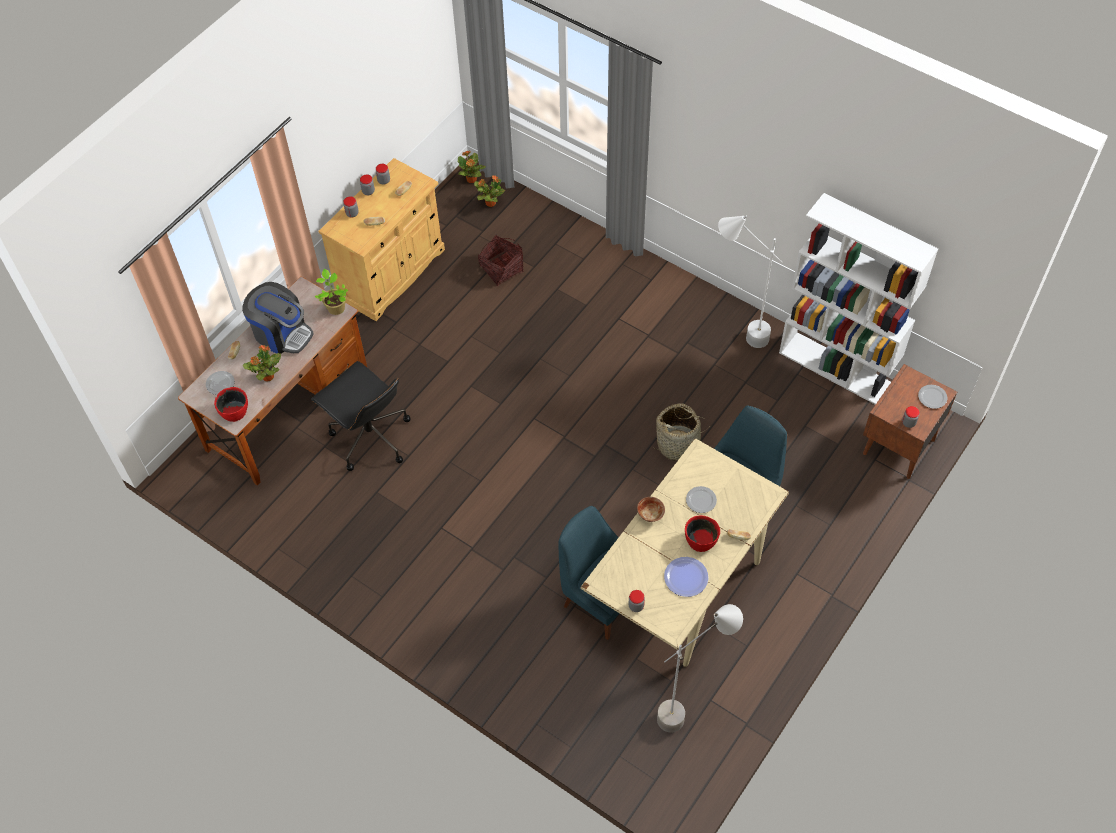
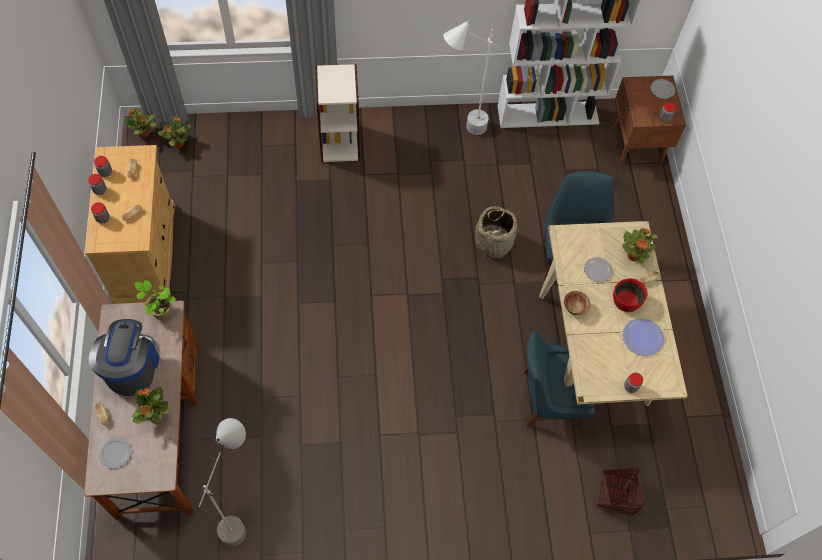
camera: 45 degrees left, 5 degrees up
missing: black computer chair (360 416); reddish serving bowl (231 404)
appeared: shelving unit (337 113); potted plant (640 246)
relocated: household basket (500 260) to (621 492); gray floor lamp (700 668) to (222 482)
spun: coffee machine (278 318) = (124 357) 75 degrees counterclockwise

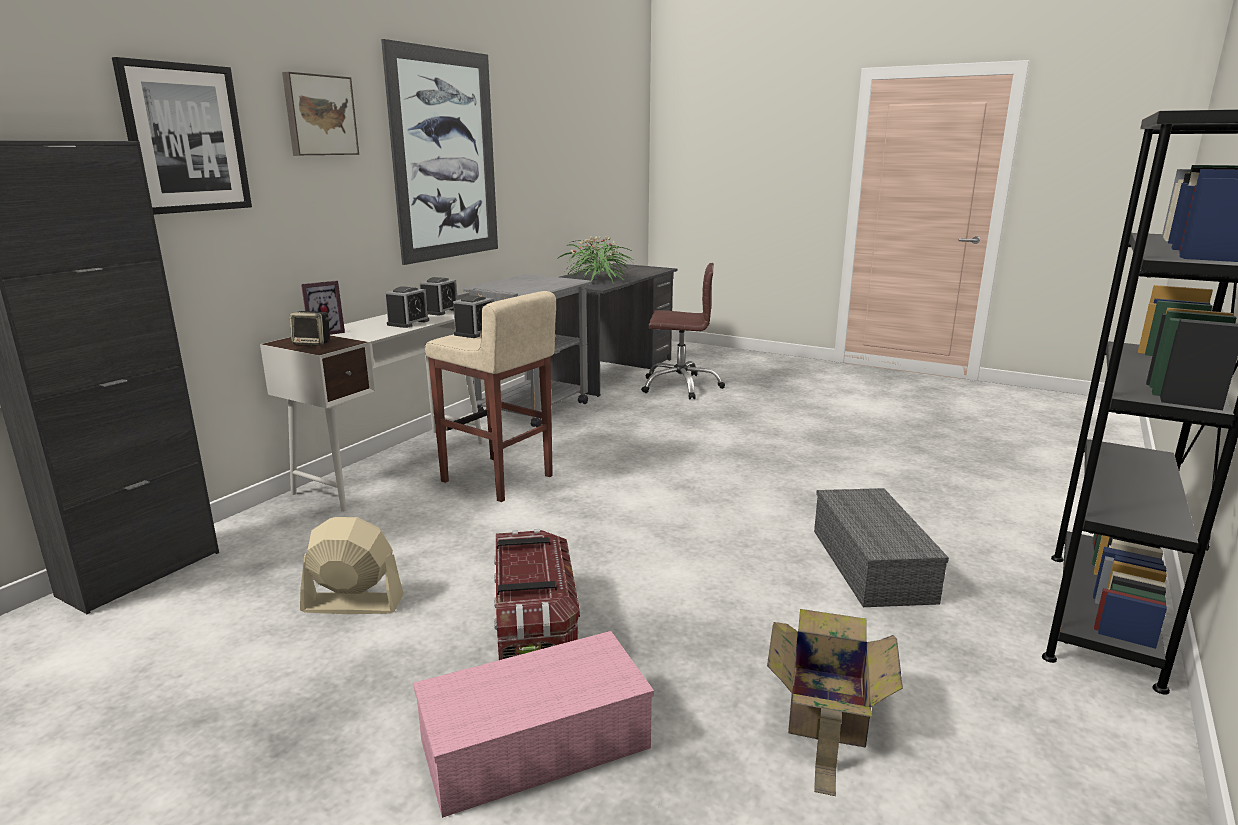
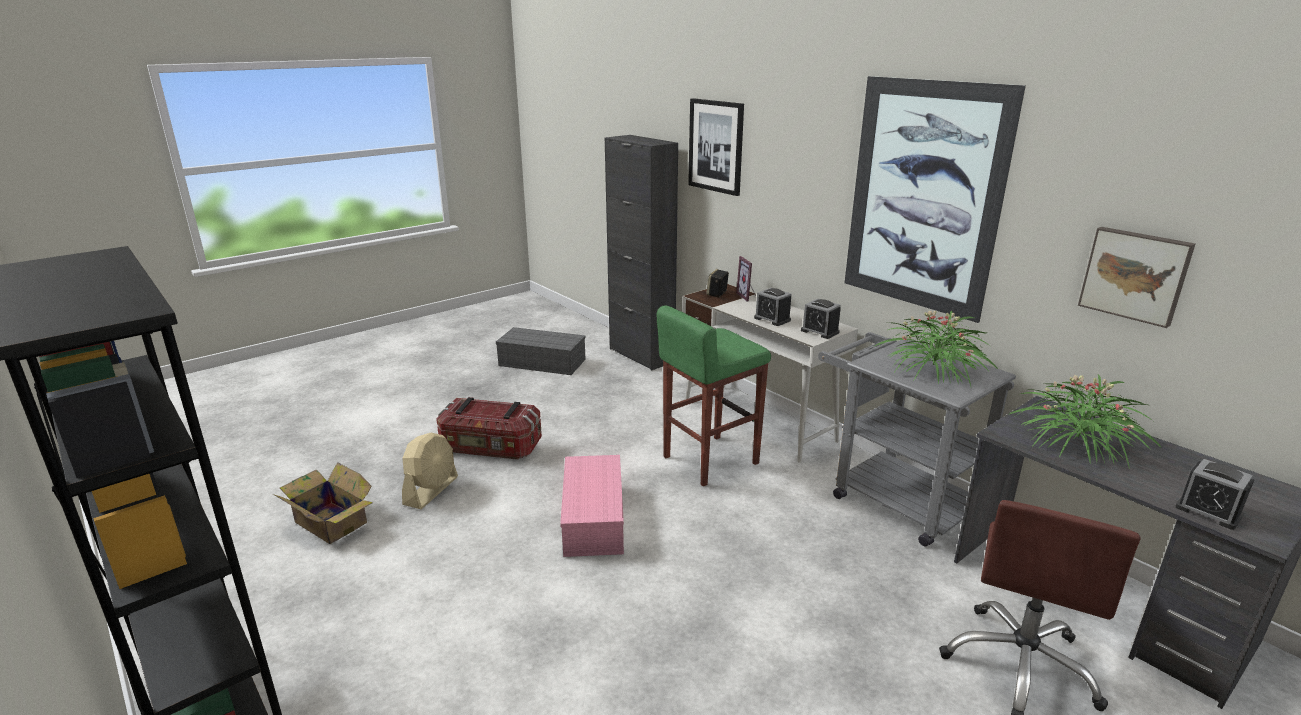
camera: 110 degrees right, 5 degrees up
appeared: potted plant (936 348)
relocated: wall art (320 113) to (1136 277); alarm clock (473 316) to (1214 494); gray storage box (881 547) to (541 351); sand-coloured electric fan (352 565) to (430 471); pinkish storage box (533 724) to (592 506)
colour: sand-coloured stool seat (490 396) to greenish stool seat (714 395)

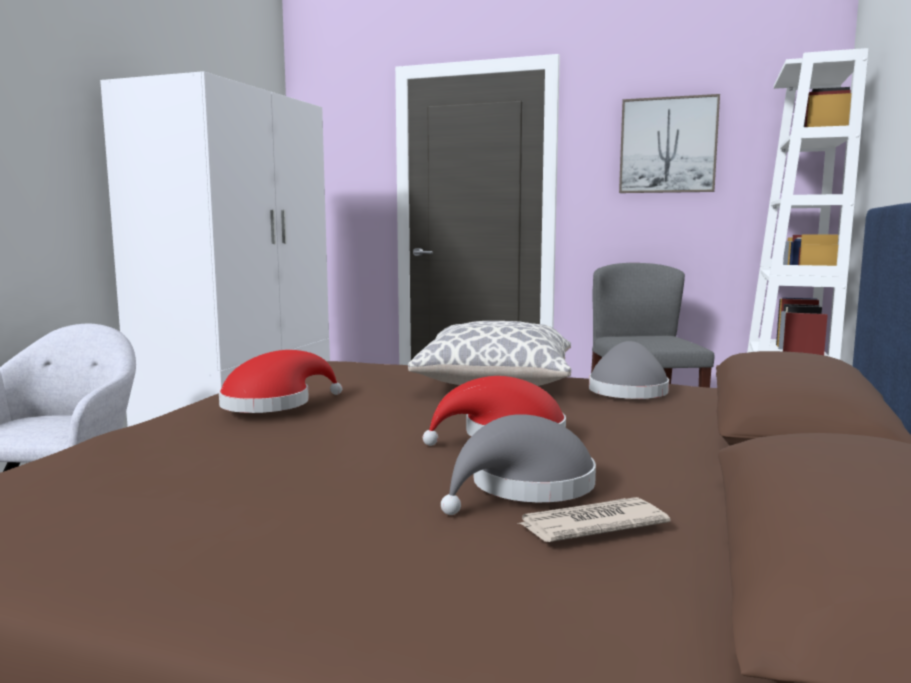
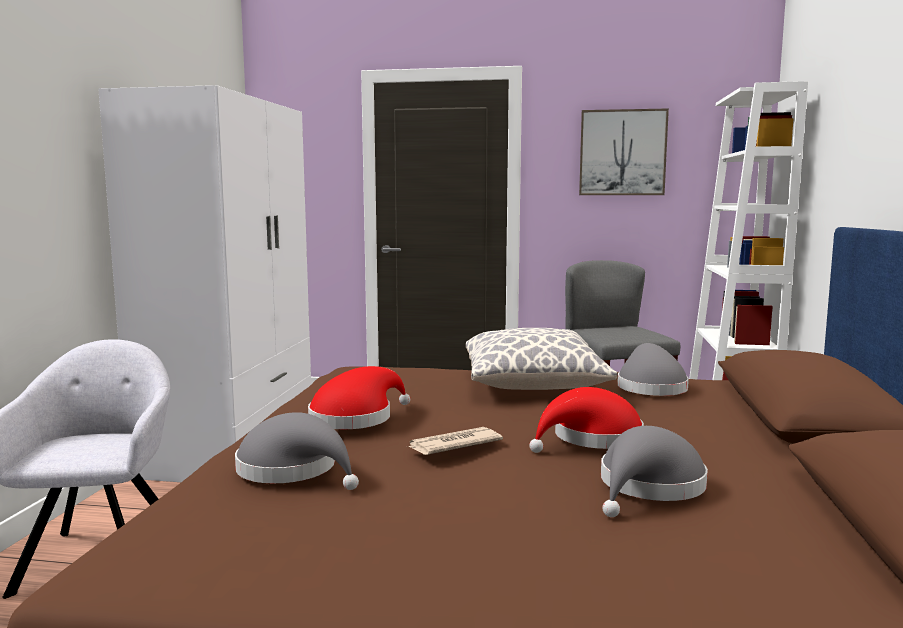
camera: 10 degrees left, 0 degrees up
appeared: gray wearable hat (297 451)
relocated: printed paper (593 519) to (455 441)

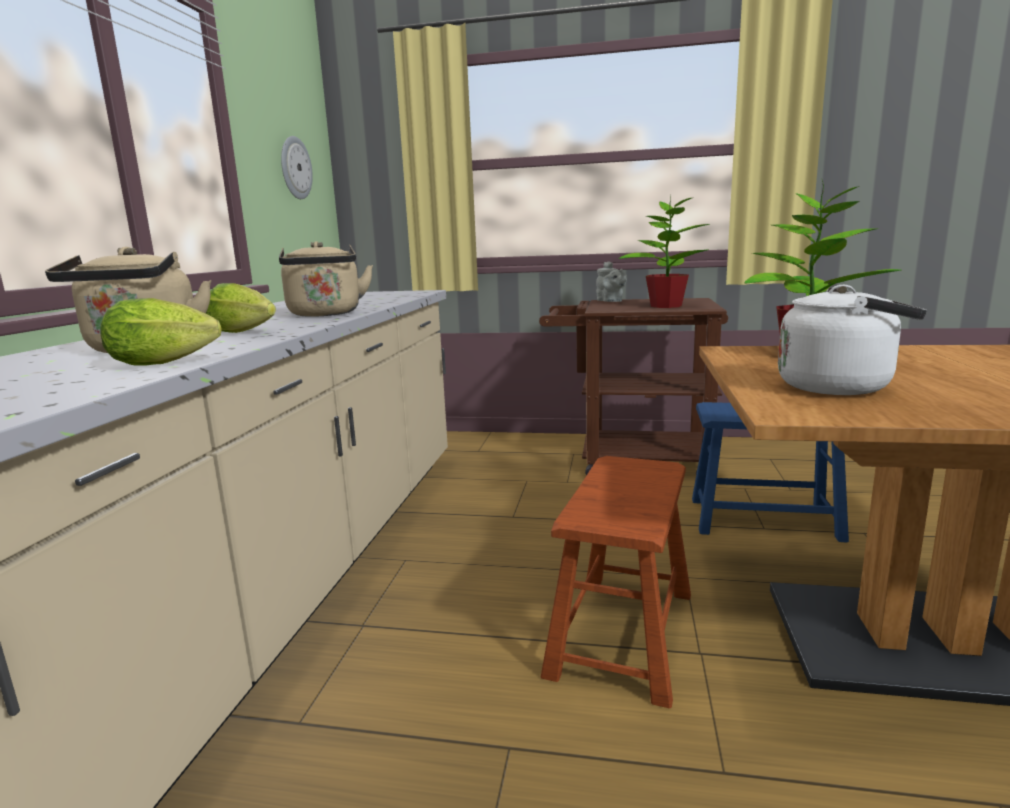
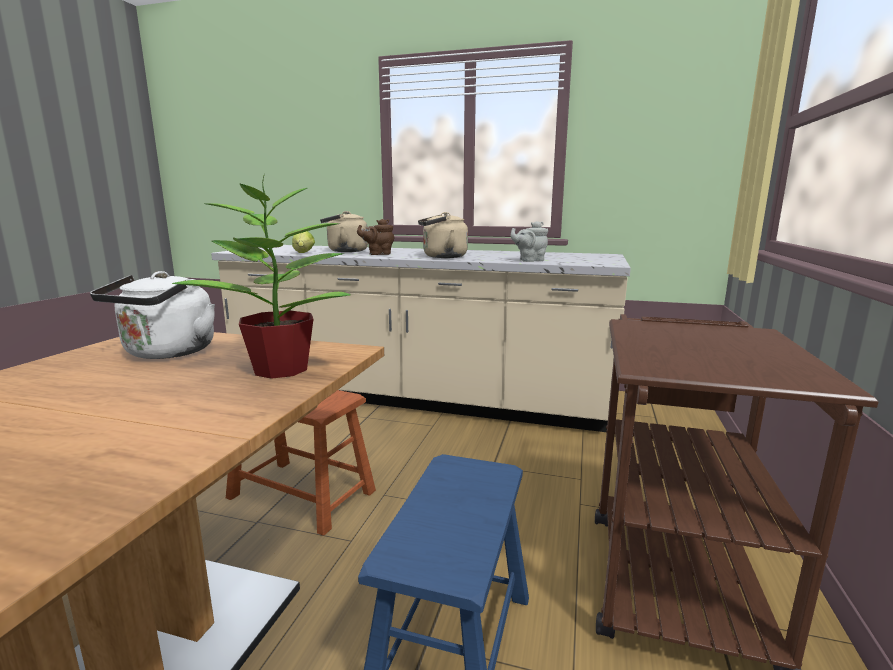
camera: 95 degrees right, 0 degrees up
missing: wall clock (297 167); potted plant (664 252)
relocated: gray teapot (611 281) to (529 241)
exchanged: lettuce head (241 308) to brownish teapot (375 237)

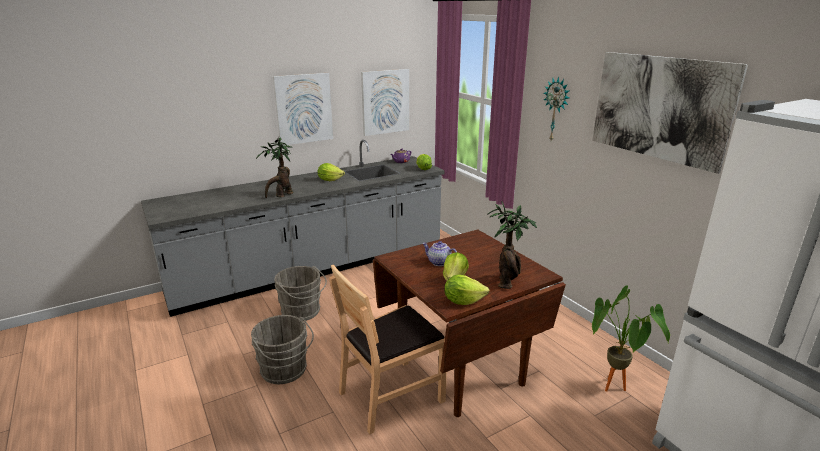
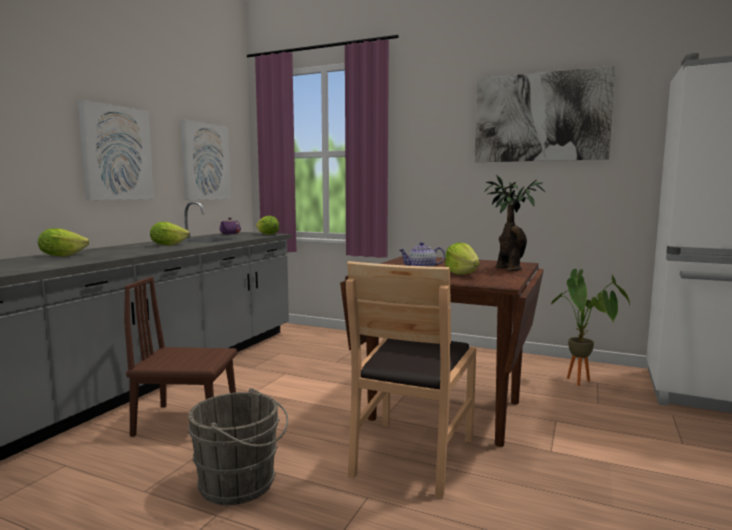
camera: 35 degrees left, 15 degrees down
missing: wall clock (557 108); potted plant (274 167)
relocated: lettuce head (466 290) to (64 242)
exchanged: gray water bucket (300 293) to brownish upright chair (180 357)

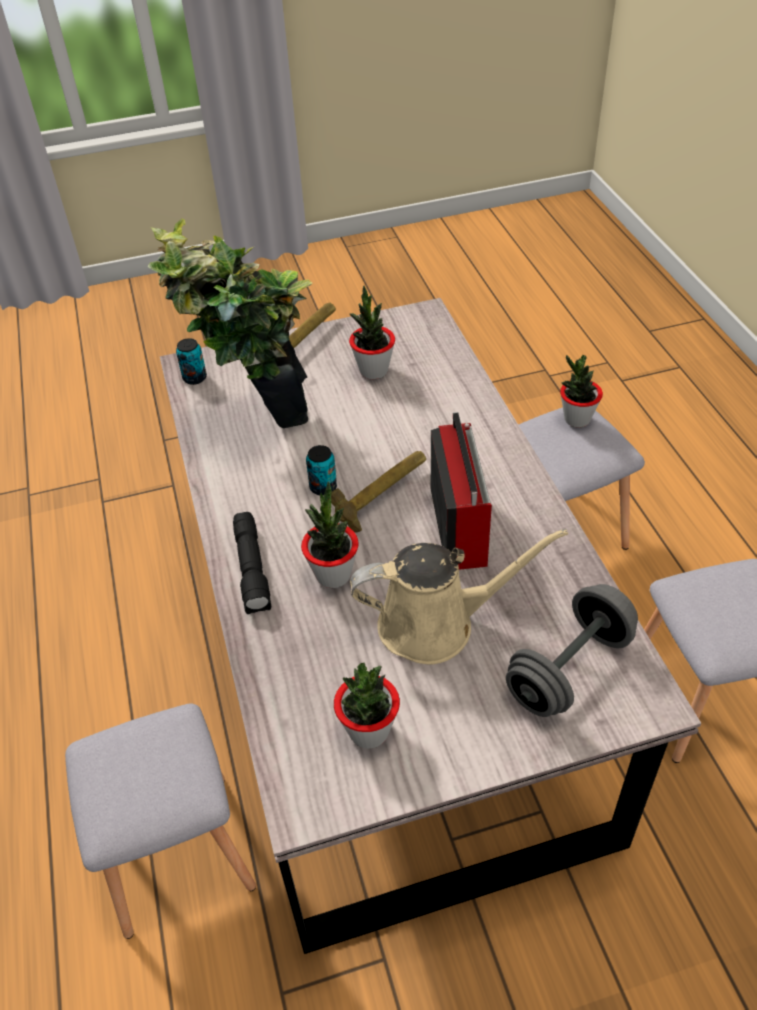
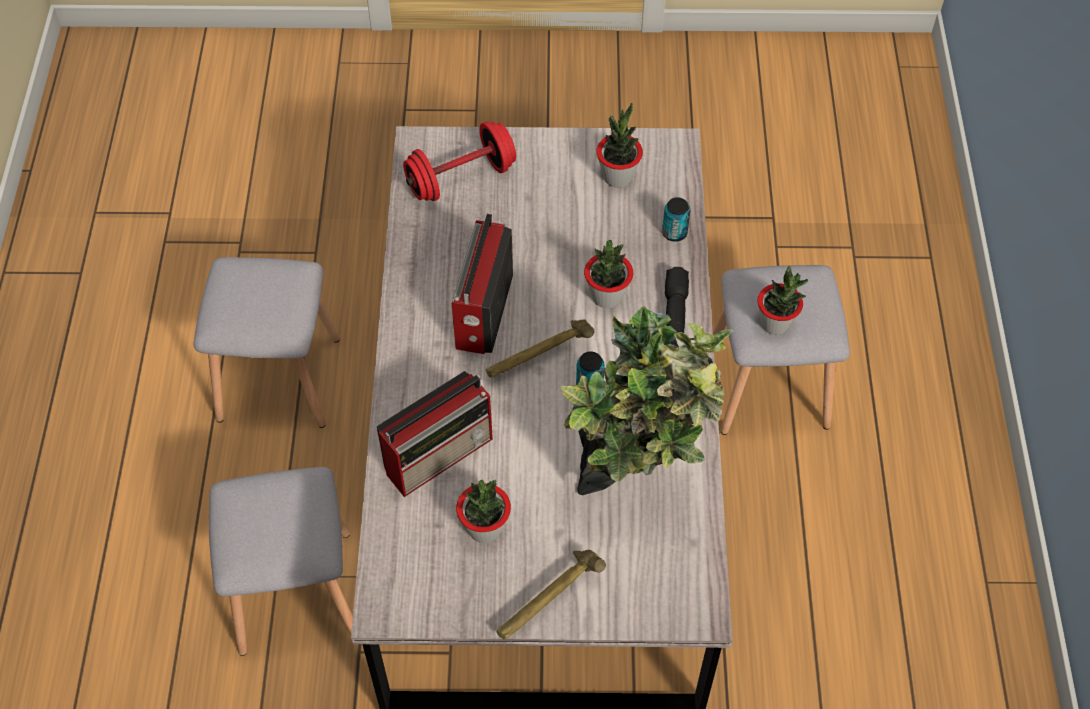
camera: 165 degrees left, 10 degrees up
missing: sand-coloured sprinkling can (459 596)
appeared: radio set (435 434)
relocated: sealed can (191 361) to (676 219); potted plant (581 391) to (782 300)
colour: gray hand weight (572 650) to reddish hand weight (459 161)

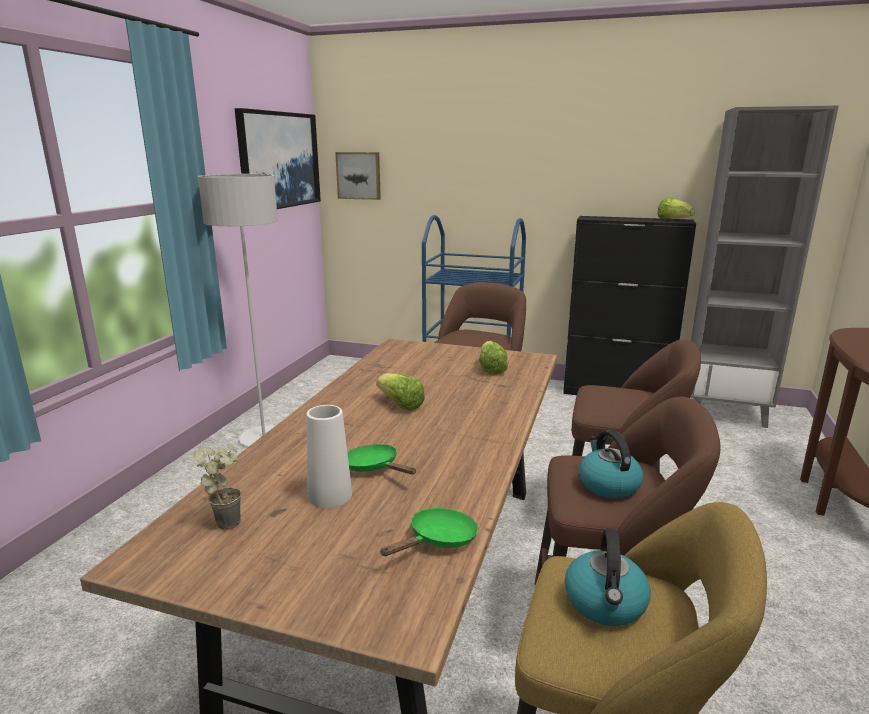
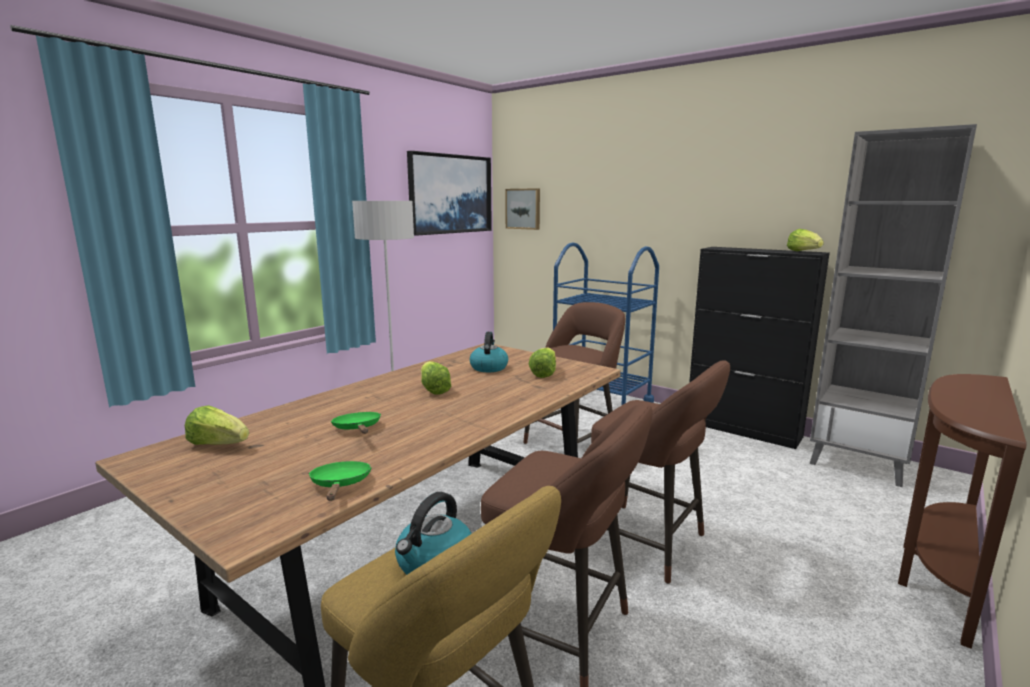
camera: 20 degrees right, 5 degrees down
missing: white-coloured flower vase (329 456)
relocated: water kettle (611 464) to (489 352)
exchanged: potted plant (217 486) to lettuce head (217 425)
spun: greenish skillet (429 532) = (340 481) 75 degrees counterclockwise

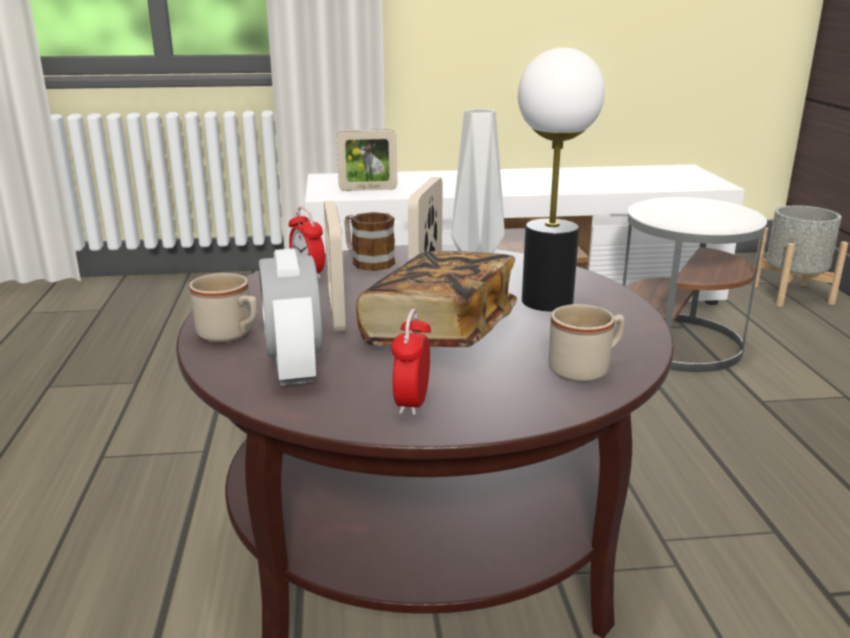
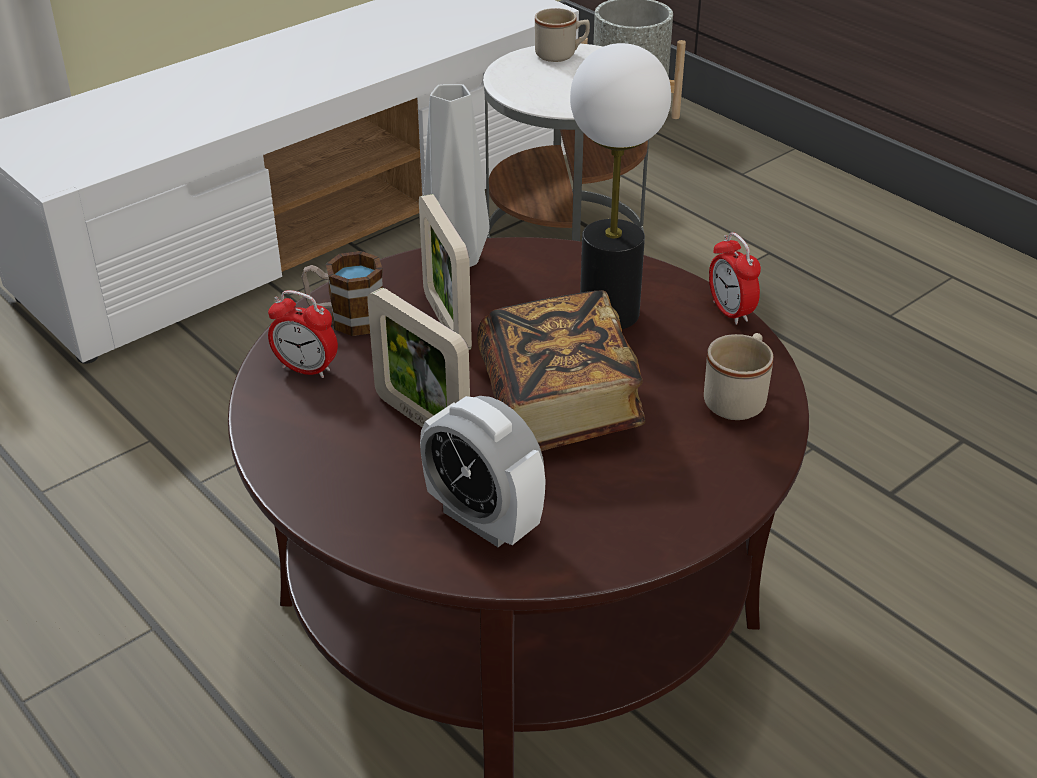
camera: 35 degrees left, 15 degrees up
missing: standing frame (367 160)
relocated: sand-coloured coffee mug (223 308) to (562 35); alarm clock (411 362) to (735 278)

